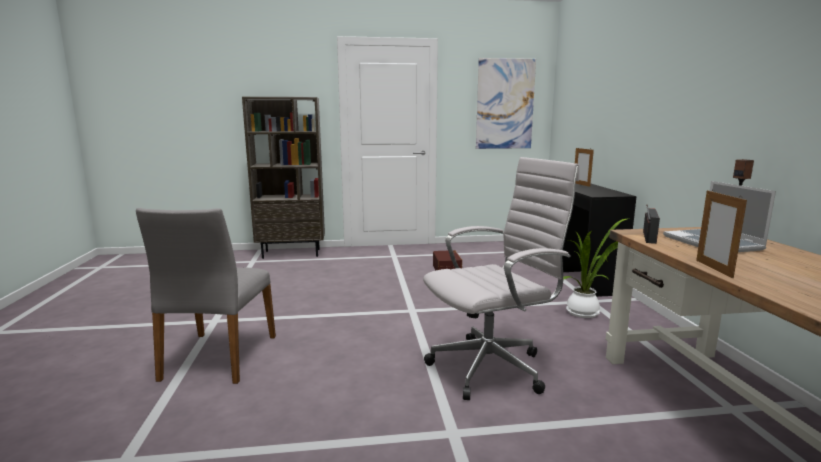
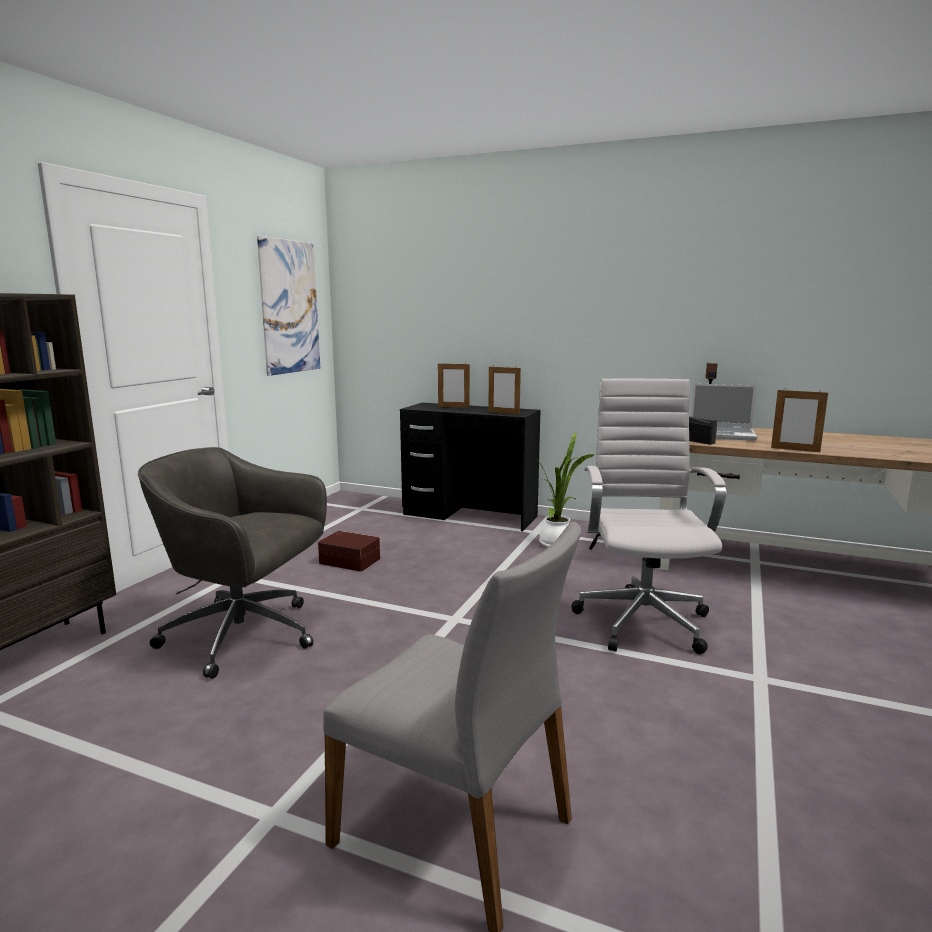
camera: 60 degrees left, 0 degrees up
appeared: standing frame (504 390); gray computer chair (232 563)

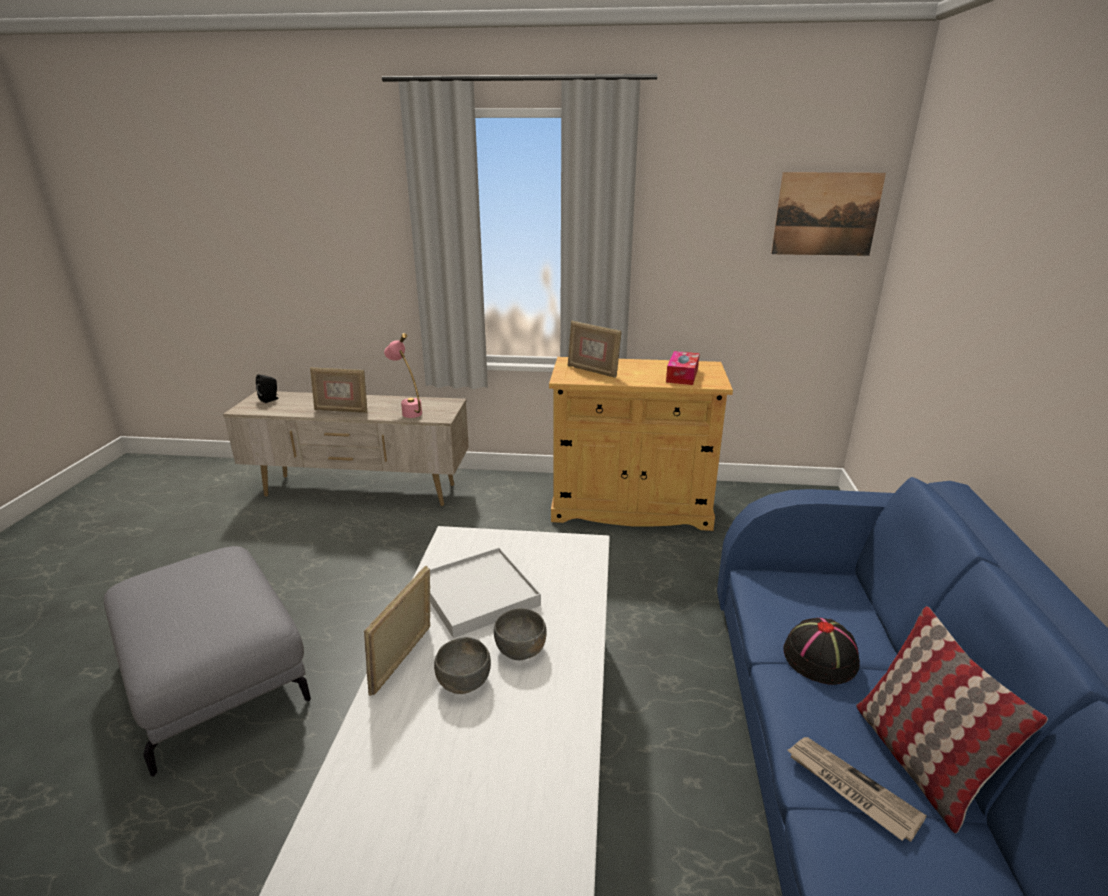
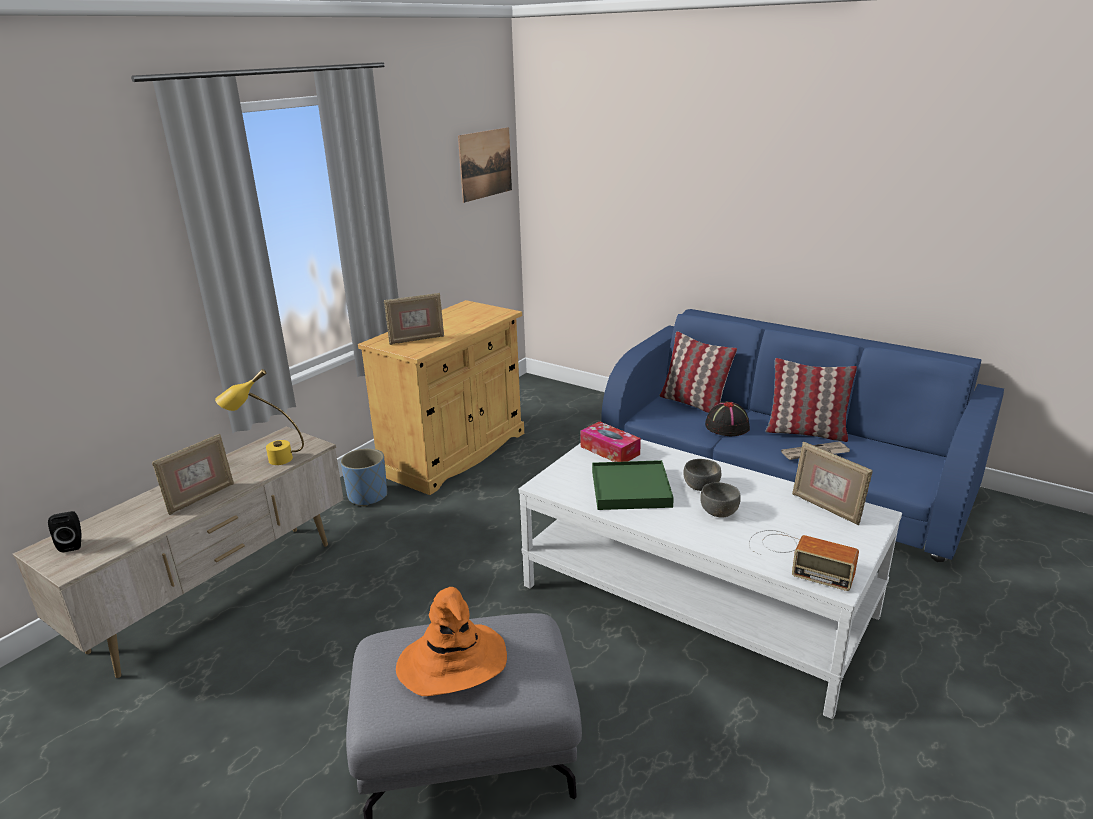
camera: 60 degrees left, 0 degrees up
appeared: throw pillow (698 372); blue-coloured plant pot (364 477); radio set (804 560); orange-coloured wearable hat (451 641)
relocated: tissue box (683 368) to (611 441); standing frame (397 631) to (832 483)
colour: pinkish lamp for a table (403 375) to yellow lamp for a table (259 417); white-coloured tray (485 592) to greenish tray (633 485)

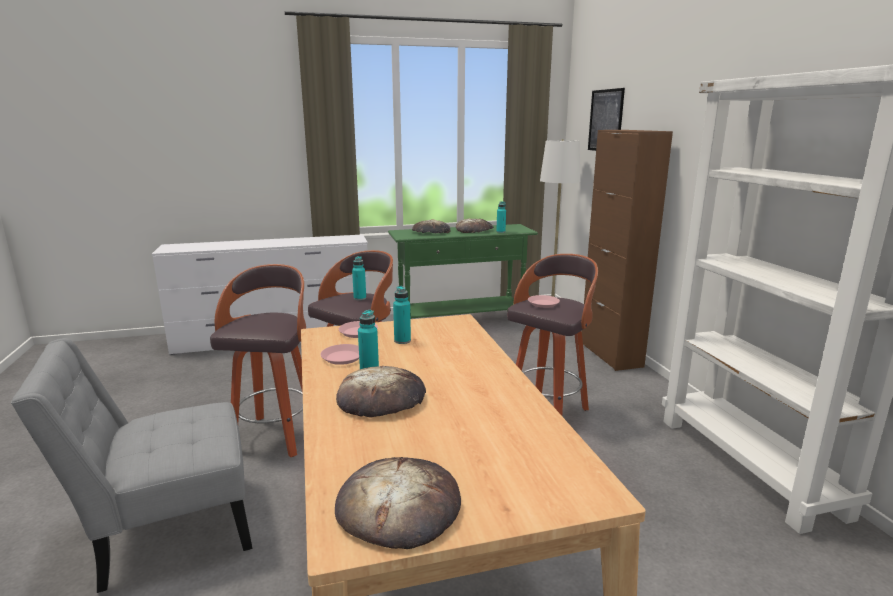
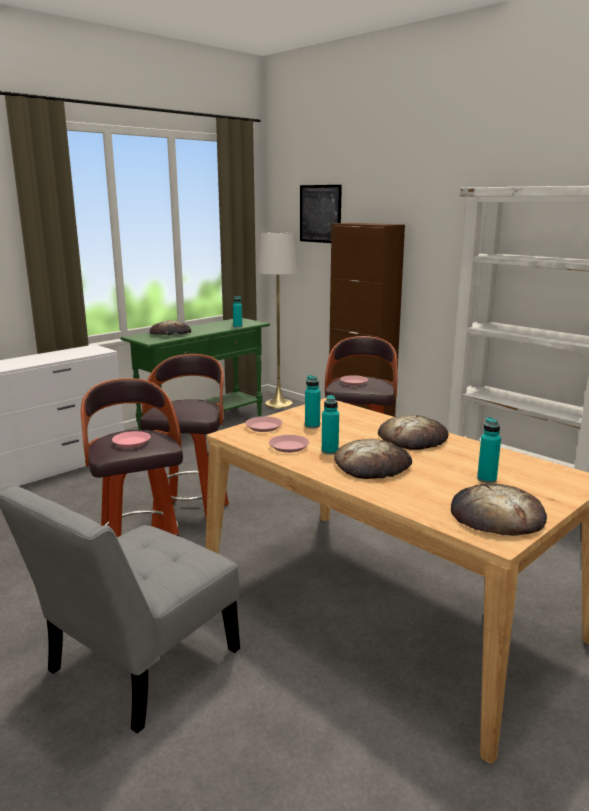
camera: 30 degrees left, 0 degrees up
appeared: pinkish plate (131 439)
relocated: bread (475 226) to (413 432); turquoise-coloured bottle (359 278) to (489 450)

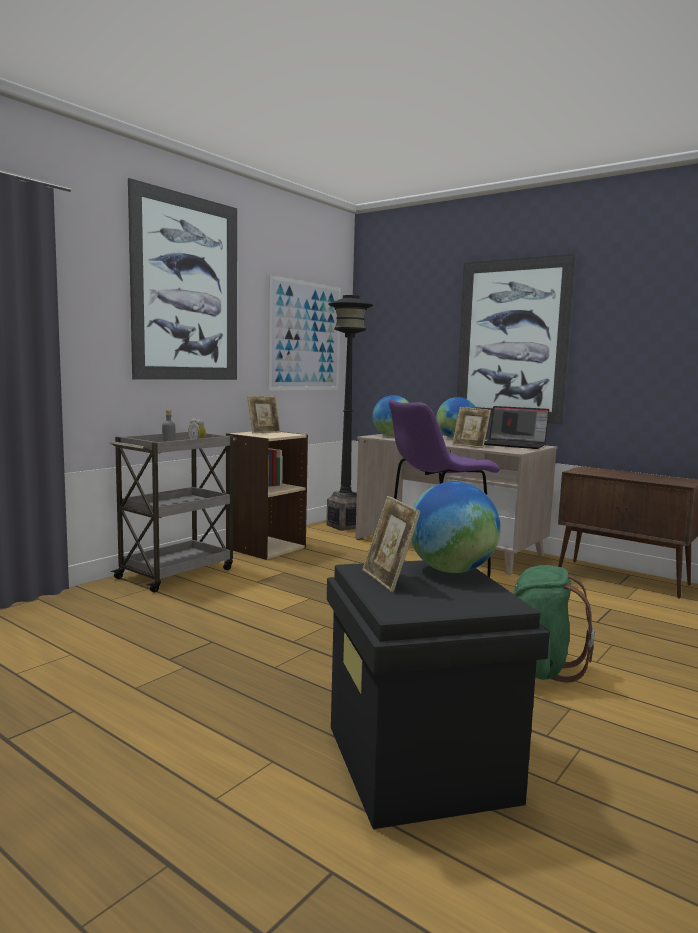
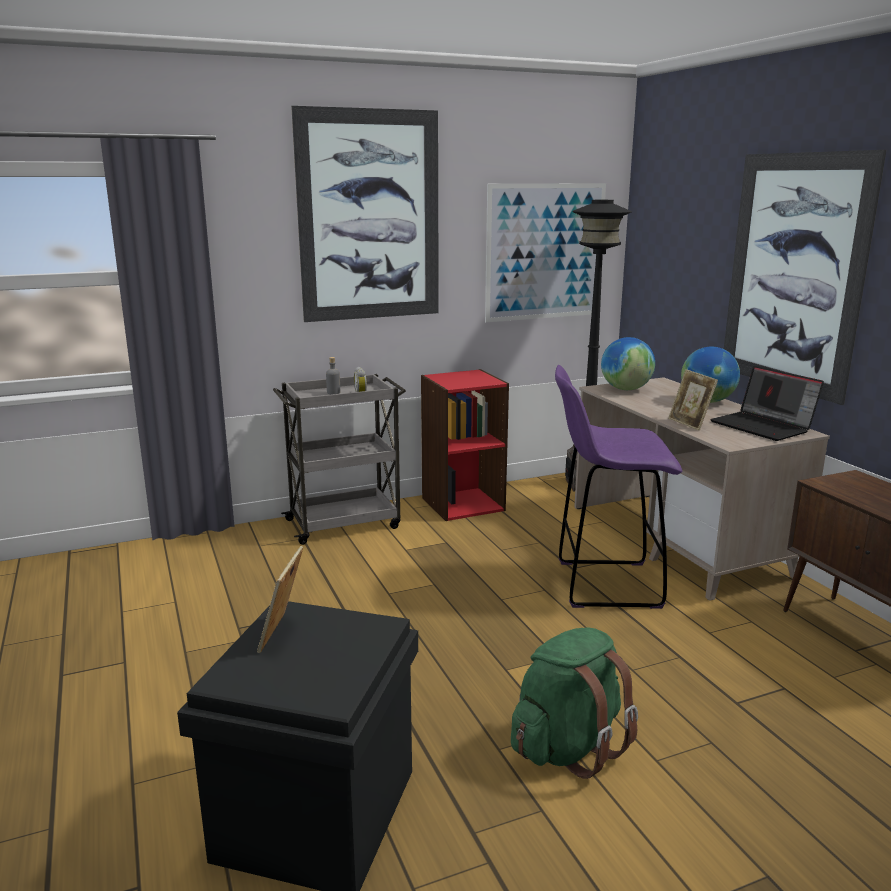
camera: 30 degrees right, 10 degrees up
missing: standing frame (264 414); globe (456 527)
colour: sand-coloured shelving unit (267 496) to reddish shelving unit (465 445)

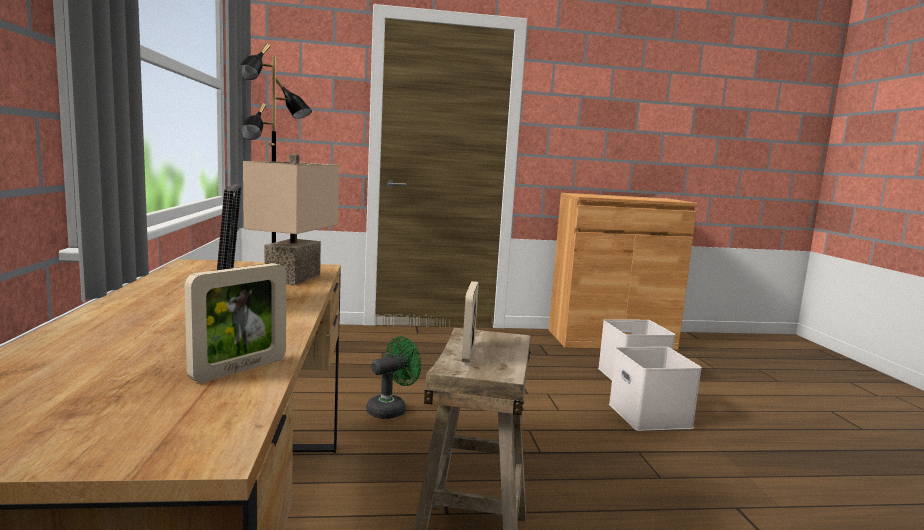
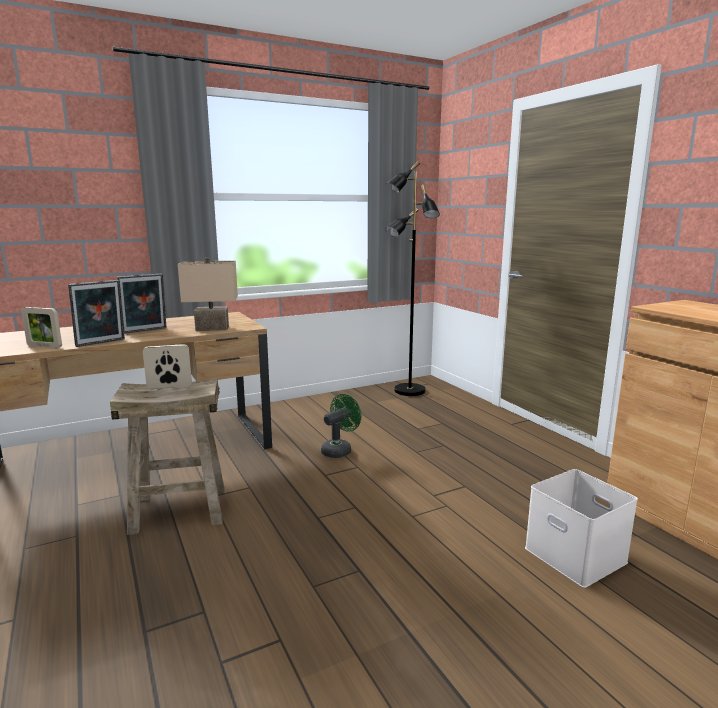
camera: 70 degrees right, 5 degrees up
missing: white-coloured storage box (655 389)
appeared: standing frame (96 313)
spun: greenish electric fan (393 377) = (341 426) 75 degrees counterclockwise

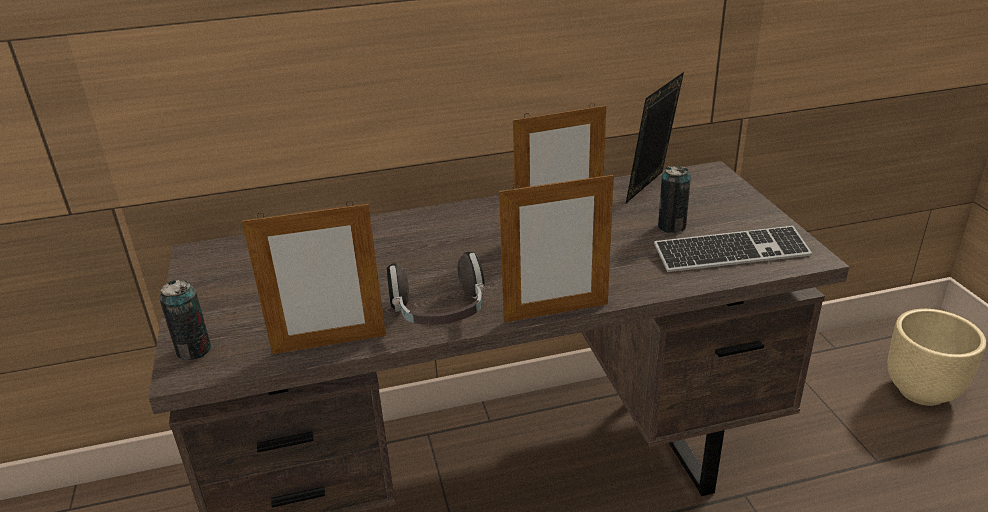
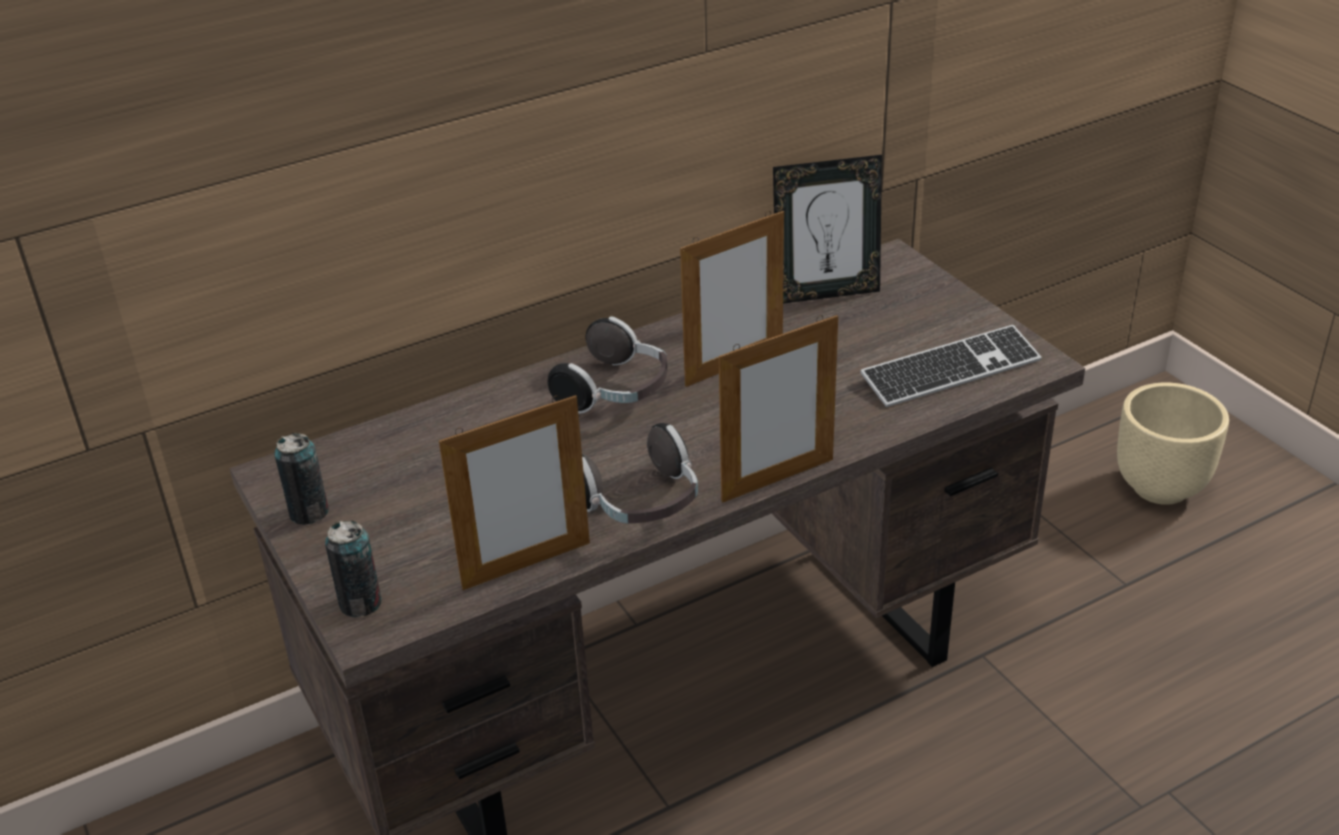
camera: 15 degrees left, 5 degrees up
appeared: headphones (607 365)
relocated: sealed can (674 199) to (301 479)
spun: standing frame (655 137) = (827 229) 120 degrees counterclockwise

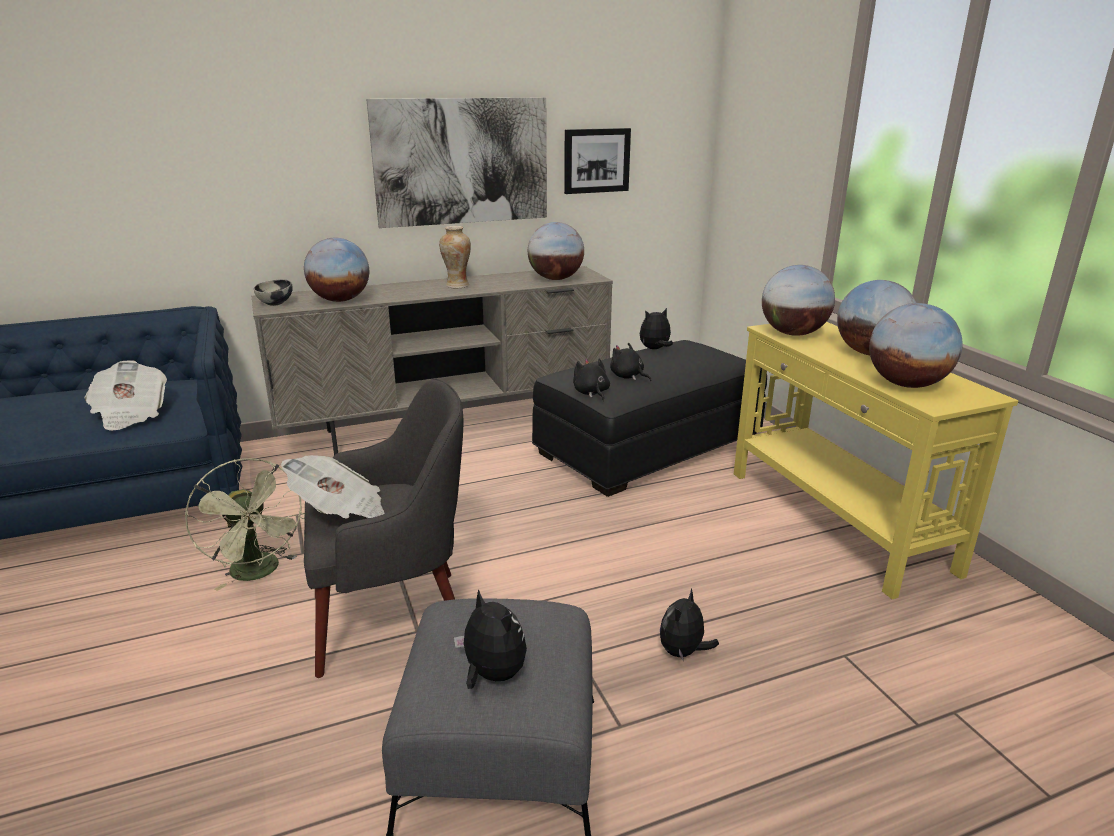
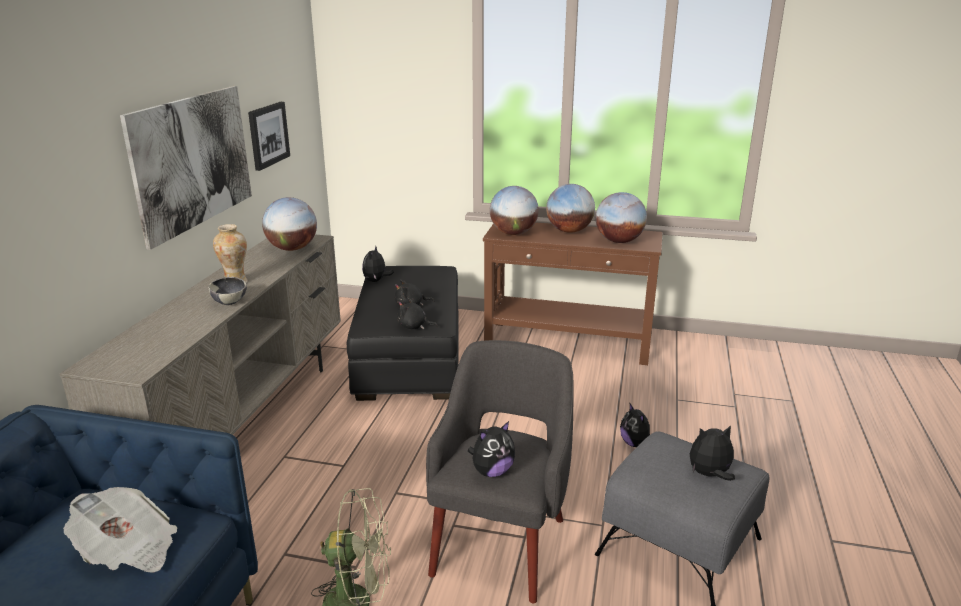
camera: 55 degrees left, 0 degrees up
missing: globe (336 270)
relocated: serving bowl (273 292) to (227 291)
exchanged: printed paper (333 487) to cuddly toy (491 449)
colour: yellow hall table (876 460) to brownish hall table (573 293)

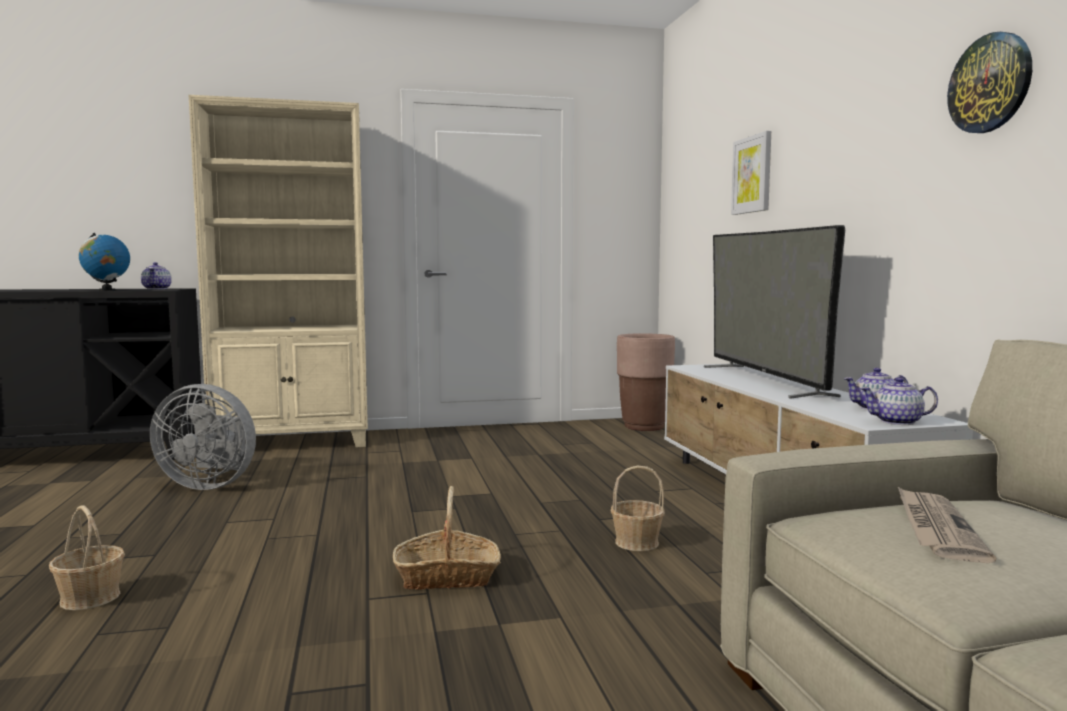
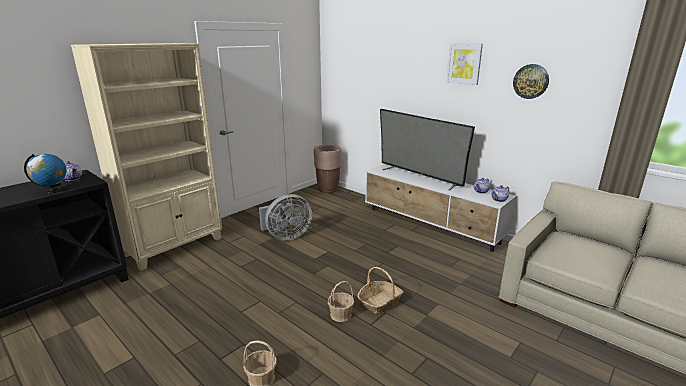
camera: 35 degrees left, 15 degrees up
missing: printed paper (947 525)
relocated: wall art (751 173) to (464 64); gray electric fan (203 437) to (285 217); household basket (638 508) to (341 301)

